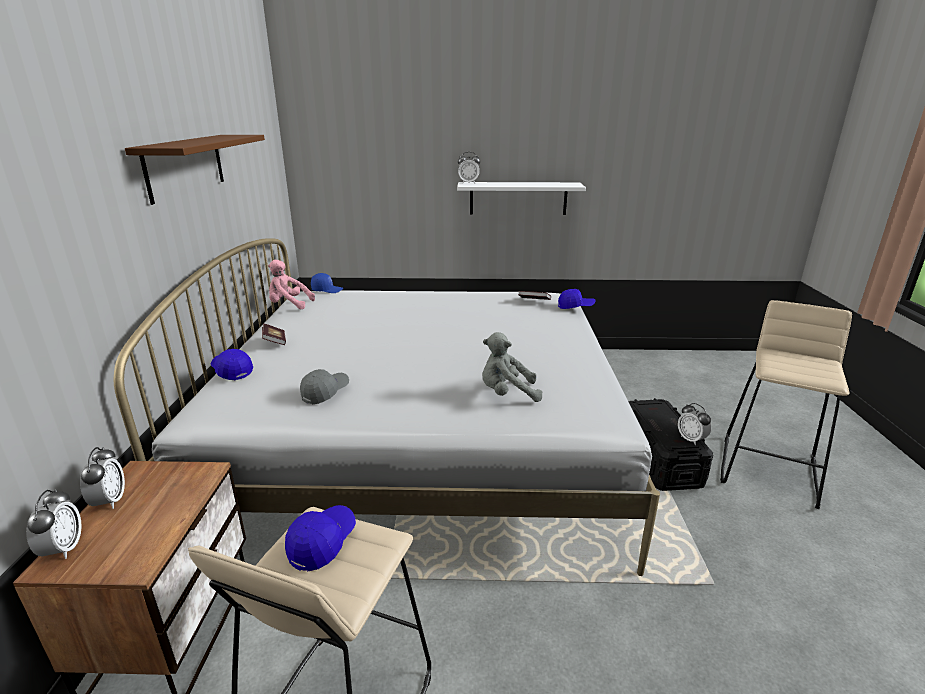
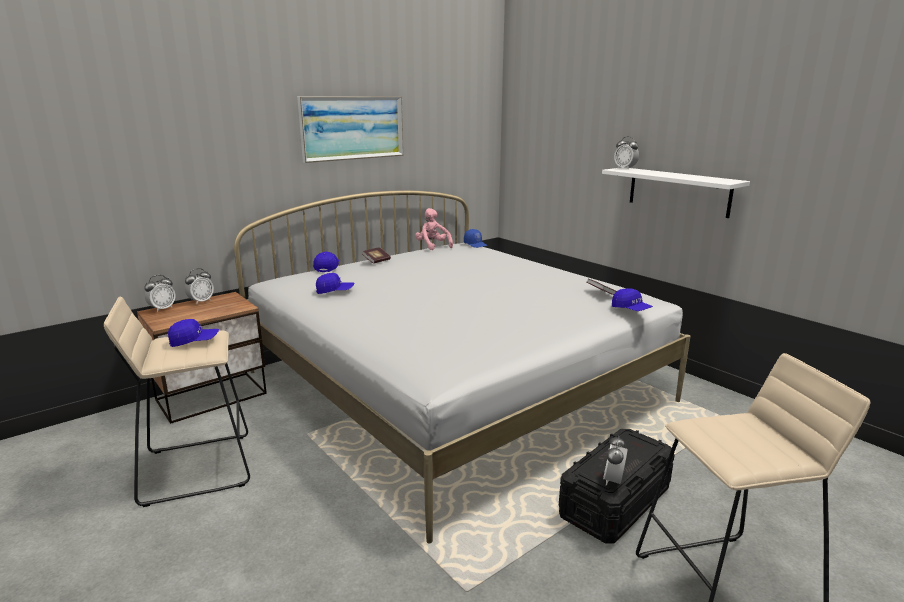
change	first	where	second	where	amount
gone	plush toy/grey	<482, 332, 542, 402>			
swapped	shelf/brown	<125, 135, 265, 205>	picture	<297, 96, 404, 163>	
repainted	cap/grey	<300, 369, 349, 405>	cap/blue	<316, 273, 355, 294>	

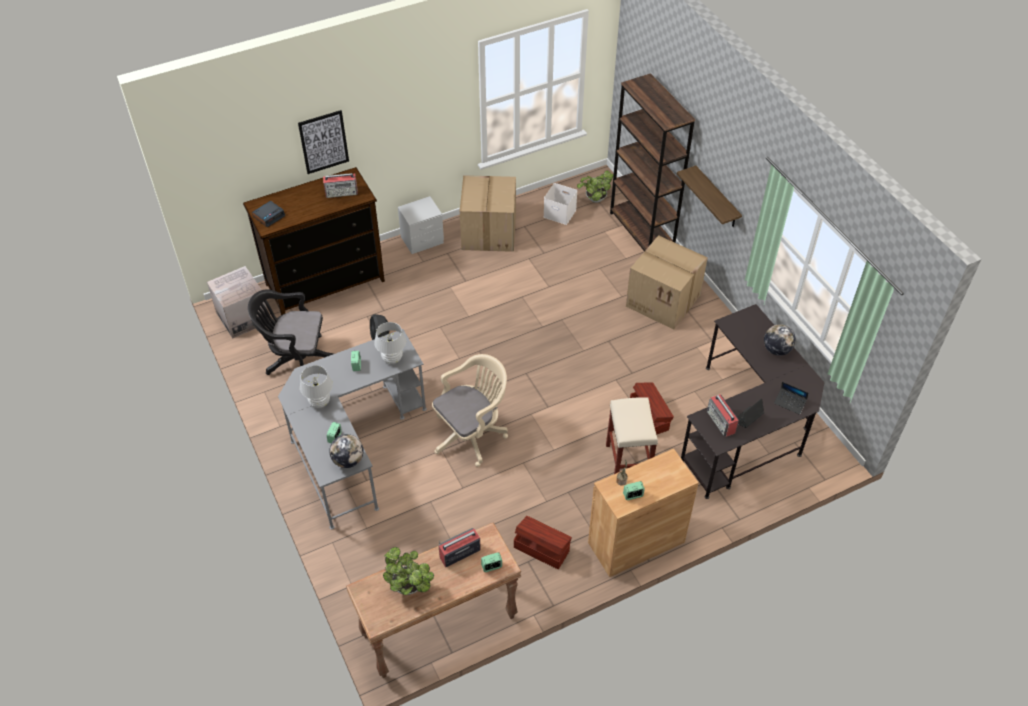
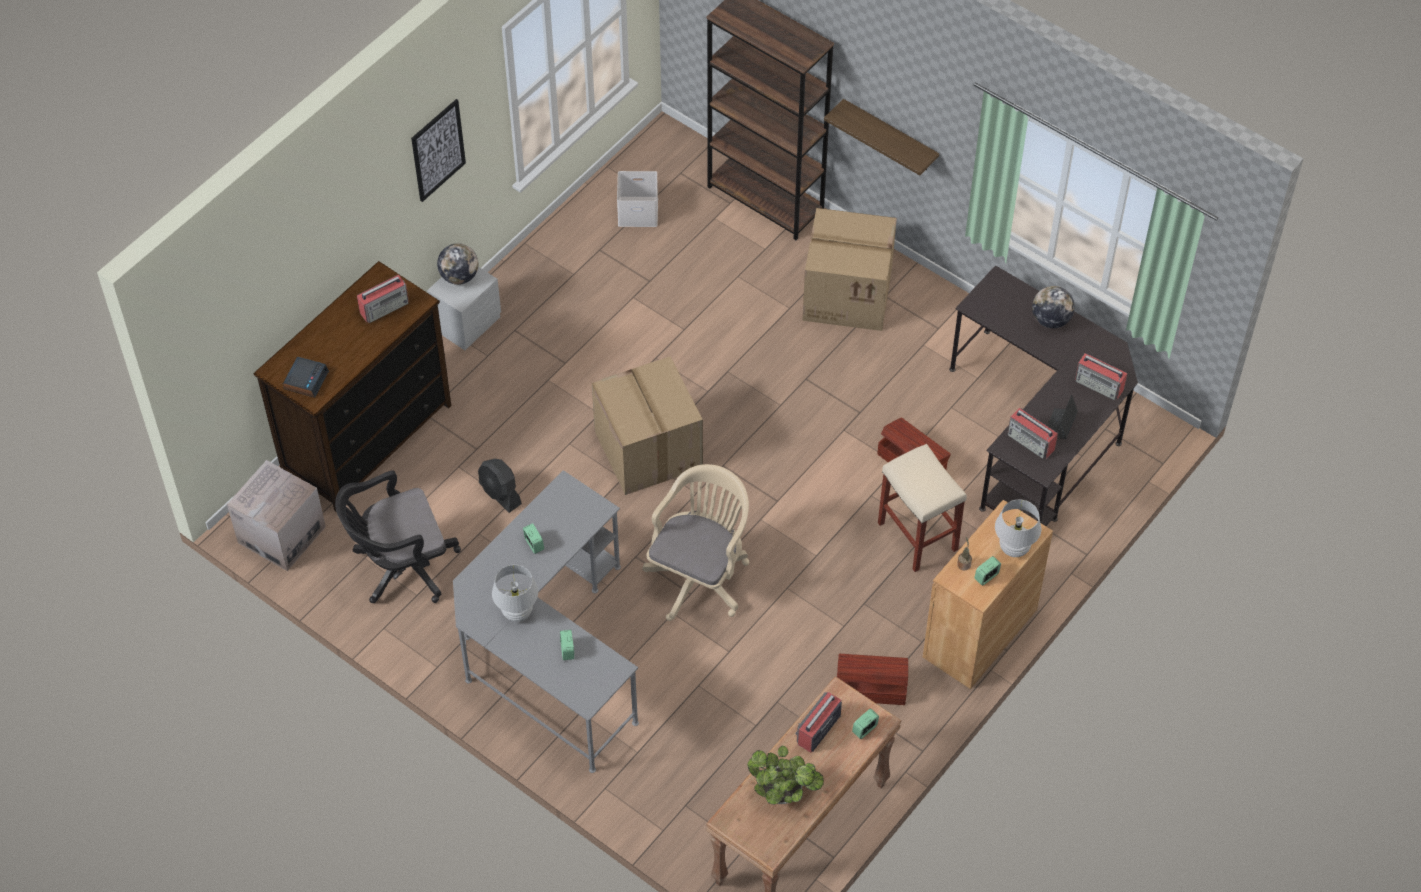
change	first	where	second	where	amount
gone	potted plant	<577, 170, 613, 203>			
shifted	picture	<298, 110, 349, 174>		<411, 99, 466, 202>	
shifted	globe	<329, 434, 363, 468>		<437, 243, 478, 285>	
shifted	table lamp/white	<374, 322, 406, 364>		<995, 500, 1041, 557>	
shifted	cardboard box	<460, 175, 516, 252>		<592, 356, 703, 495>	
swapped	laptop	<774, 382, 808, 415>	radio	<1075, 353, 1127, 400>	

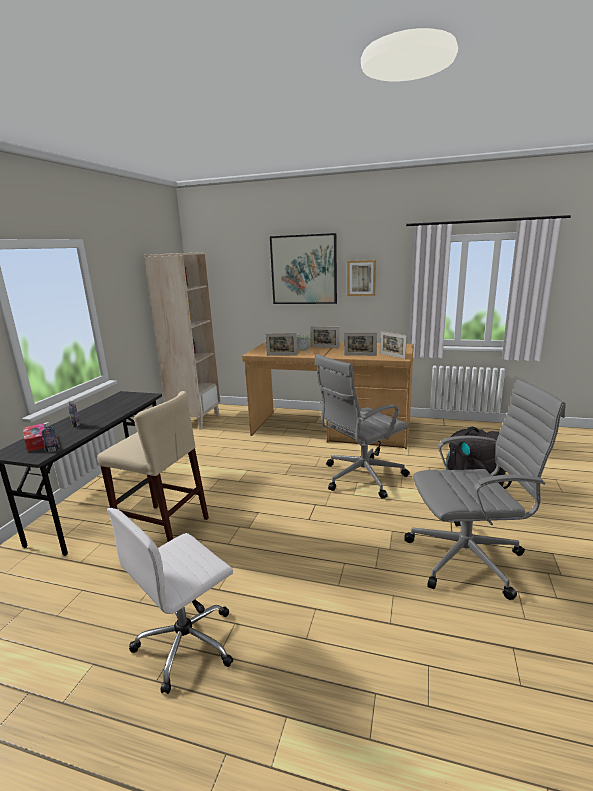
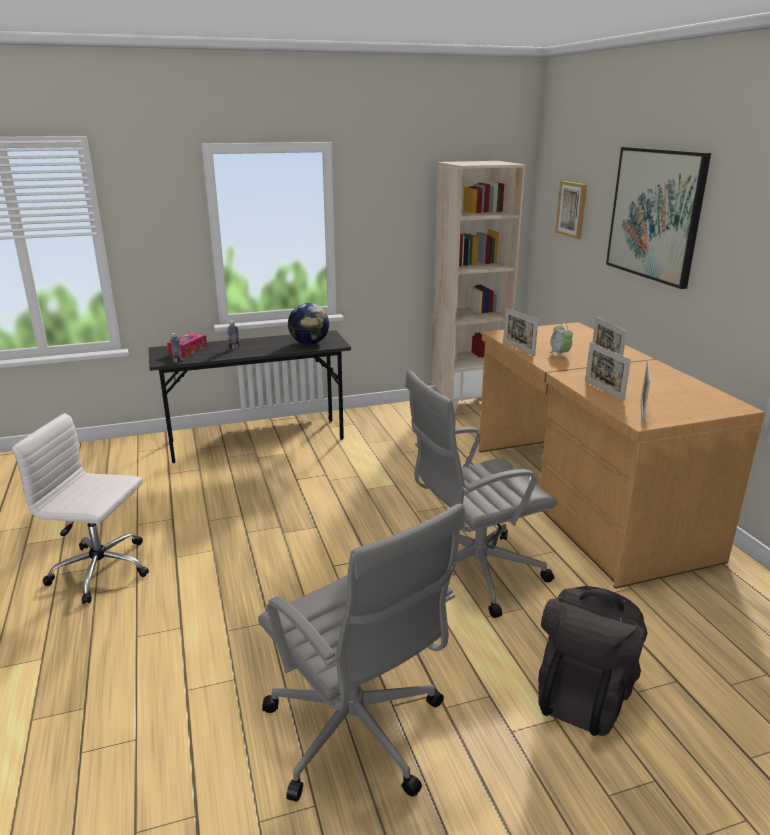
change	first	where	second	where	amount
gone	stool/beige	<97, 391, 209, 542>			
new			globe	<288, 303, 329, 345>	
shifted	picture	<347, 260, 376, 296>		<555, 181, 587, 239>	
rotated	office chair/grey	<314, 354, 410, 499>		<405, 370, 557, 618>	45 degrees counterclockwise

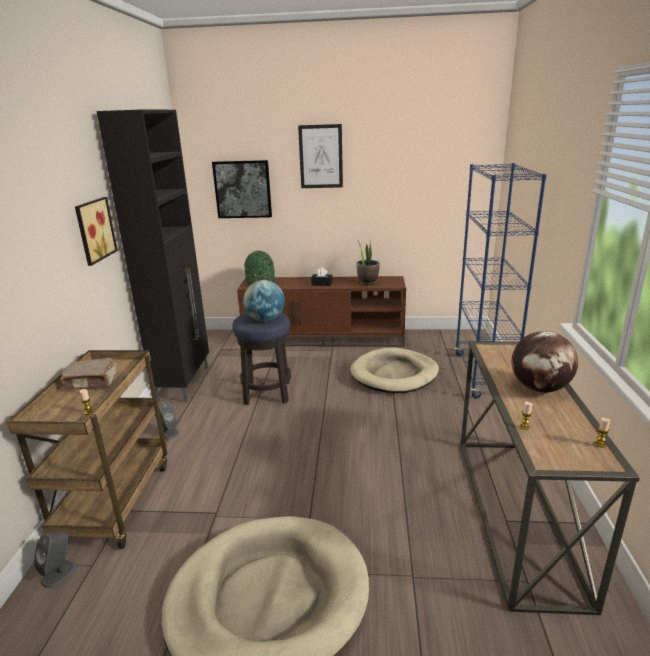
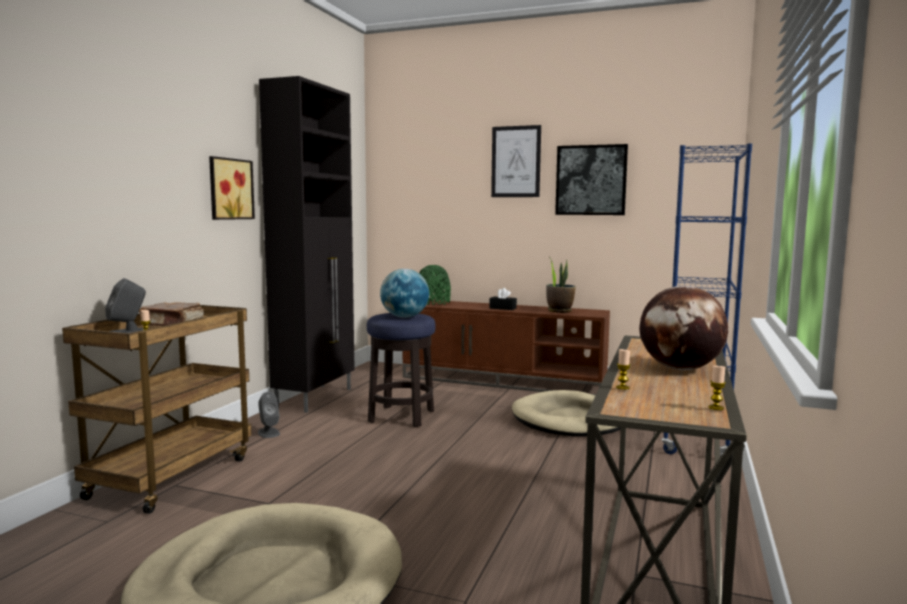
change	first	where	second	where	amount
shifted	speaker/grey	<34, 531, 77, 588>		<105, 278, 146, 333>	
shifted	picture	<212, 160, 272, 218>		<555, 144, 628, 215>	

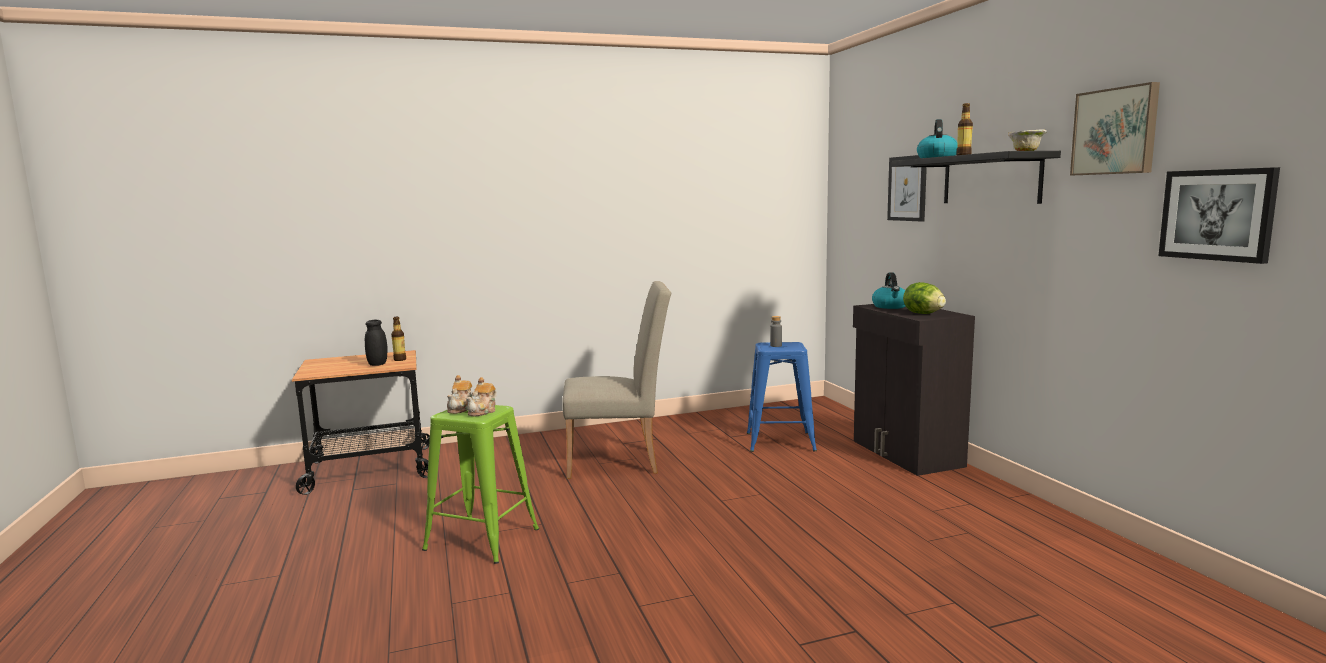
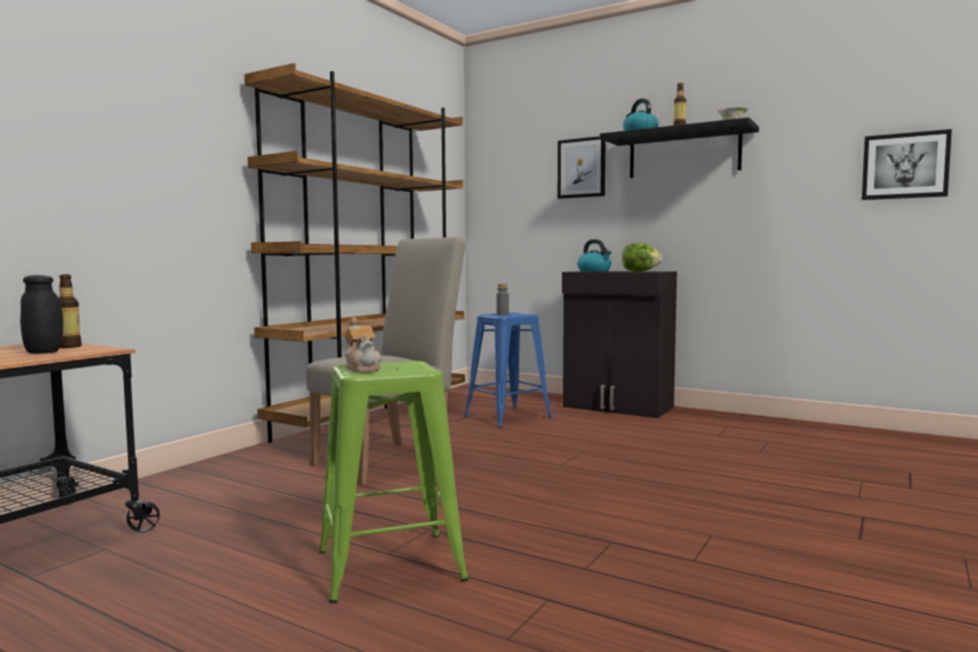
change	first	where	second	where	amount
gone	teapot	<466, 377, 497, 416>			
gone	picture	<1070, 82, 1160, 175>			
new			bookcase/brown	<244, 63, 465, 443>	

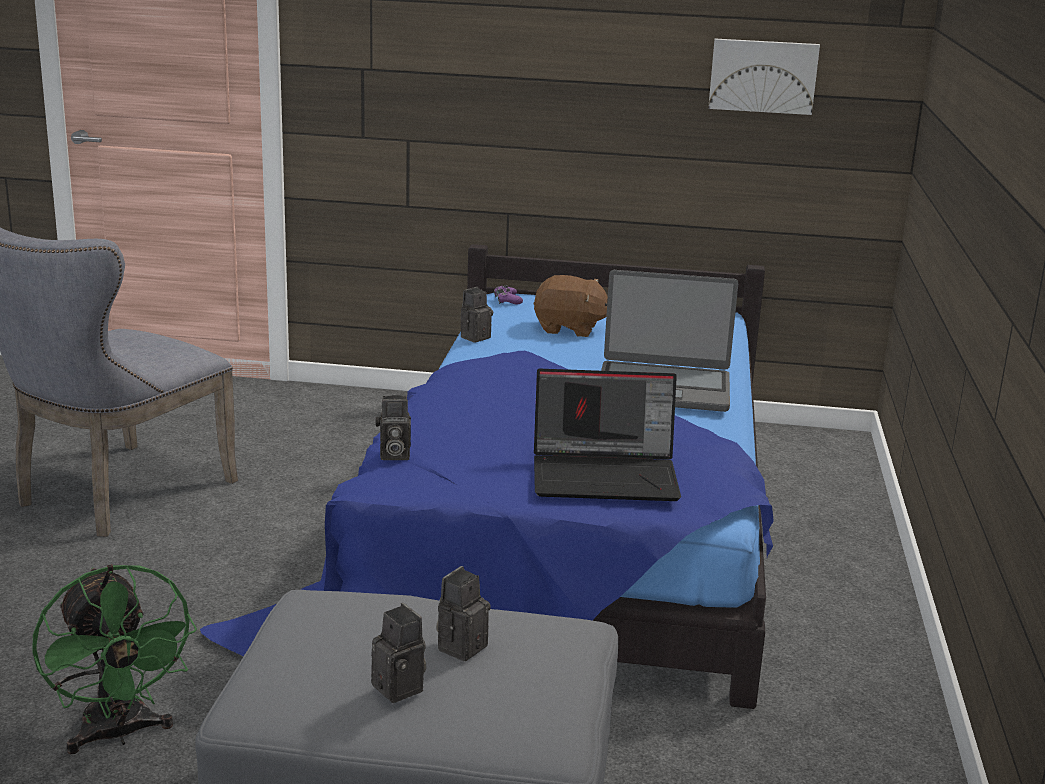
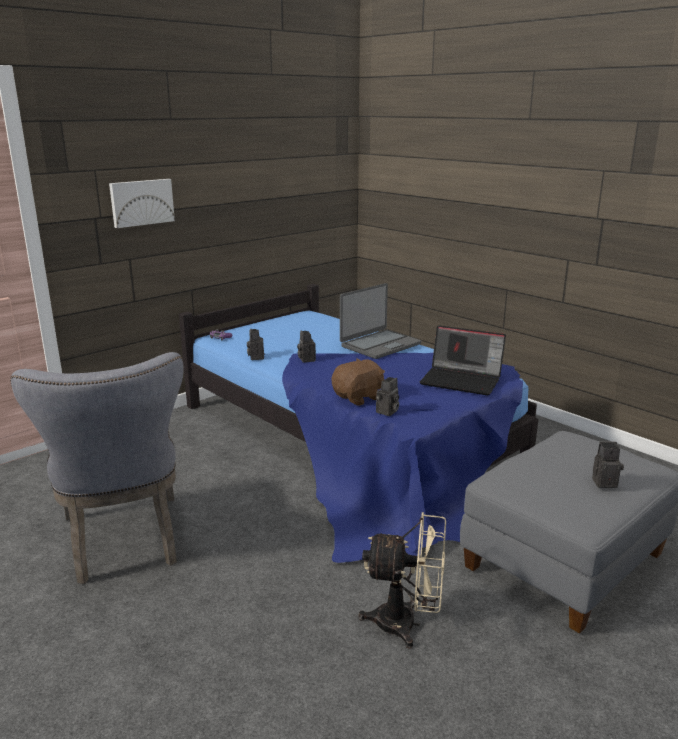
change	first	where	second	where	amount
shifted	photo camera	<436, 566, 490, 661>		<297, 331, 316, 363>	
shifted	plush toy/brown	<534, 275, 608, 337>		<332, 359, 385, 406>	
shifted	picture	<708, 39, 820, 115>		<109, 179, 175, 228>	
repainted	fan/green	<33, 564, 197, 754>	fan/beige	<358, 512, 446, 649>	
rotated	laptop	<534, 369, 681, 501>		<419, 325, 506, 396>	75 degrees clockwise

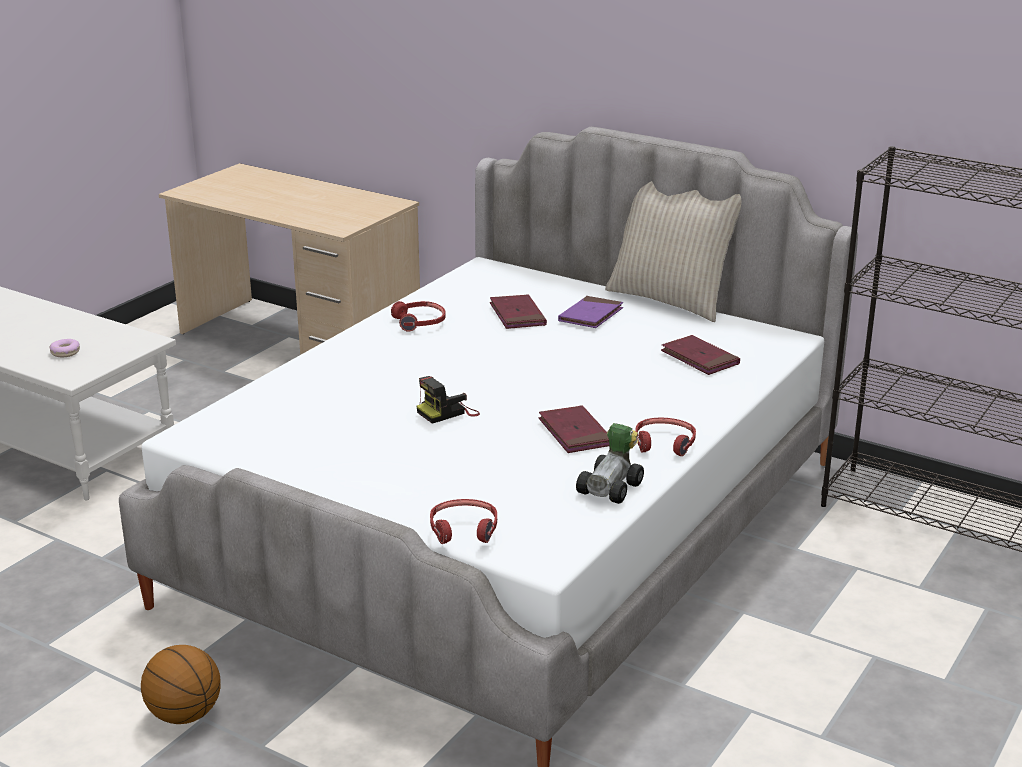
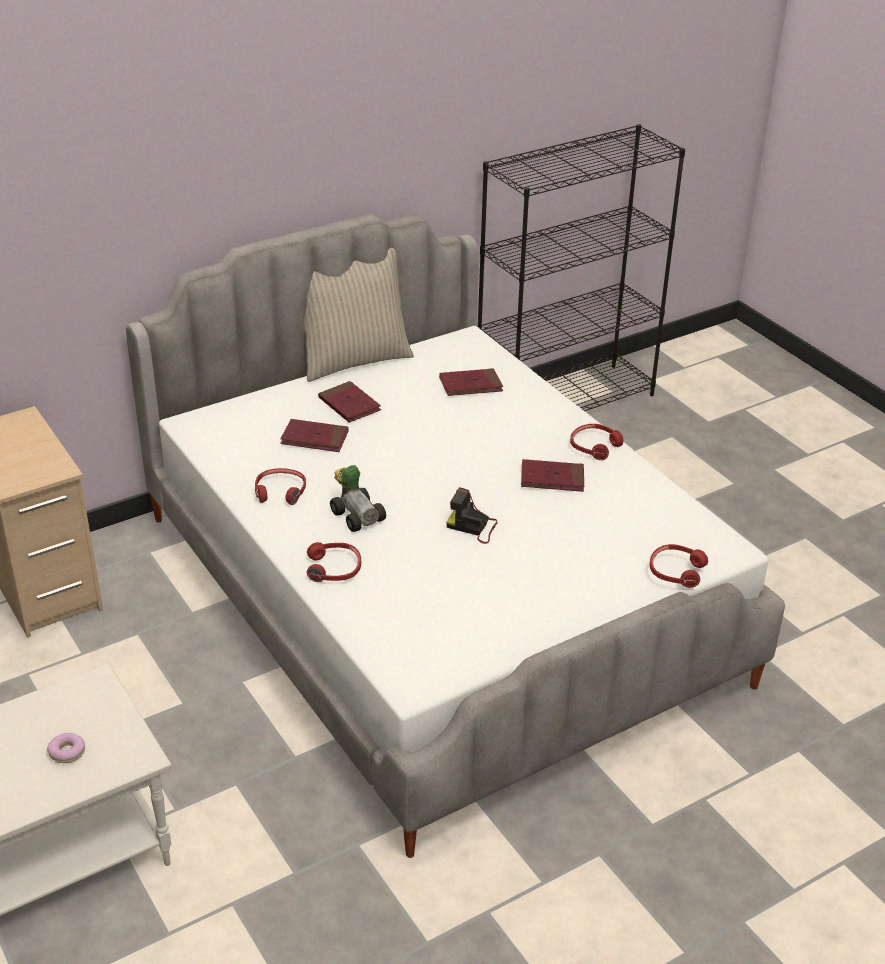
change	first	where	second	where	amount
gone	basketball	<141, 645, 221, 724>			
new			headphones/red	<306, 542, 361, 582>	
shifted	toy car	<576, 423, 644, 504>		<330, 465, 386, 532>	
repainted	book/purple	<558, 296, 623, 328>	book/red	<318, 381, 381, 422>	
rotated	photo camera	<416, 376, 480, 424>		<446, 487, 498, 544>	120 degrees clockwise

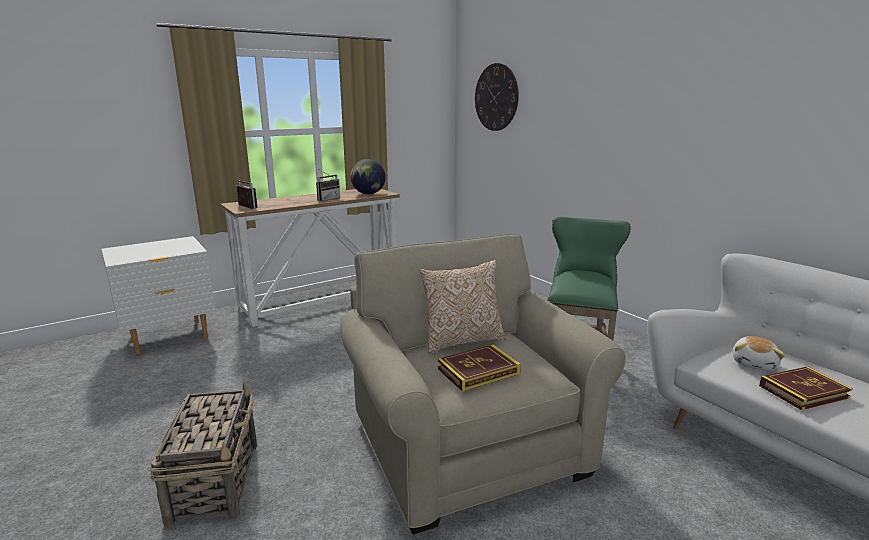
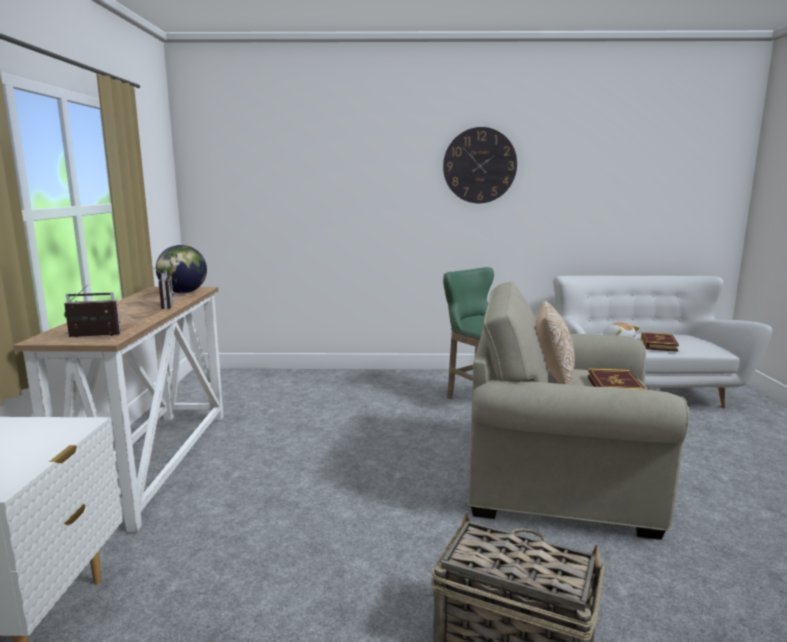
change	first	where	second	where	amount
shifted	wall clock	<475, 63, 519, 131>		<443, 127, 517, 203>	

